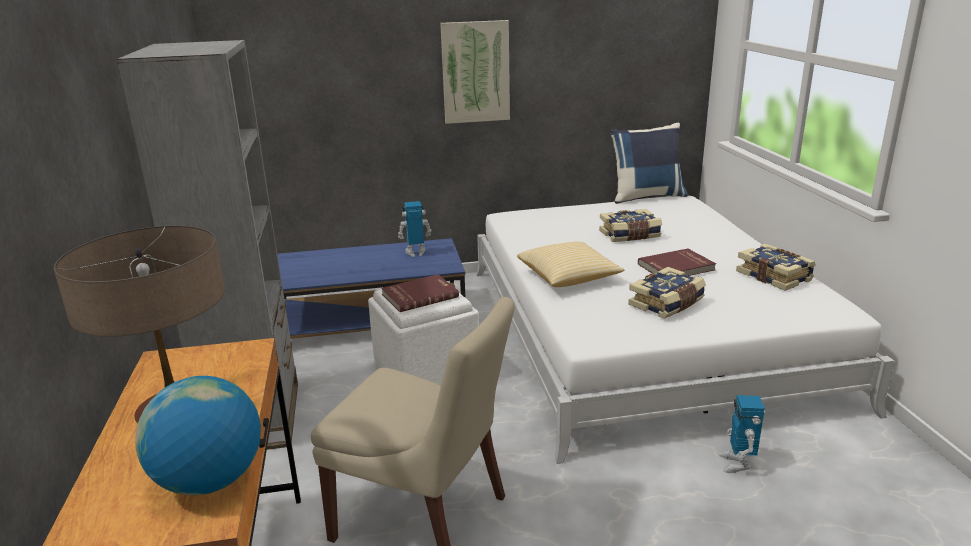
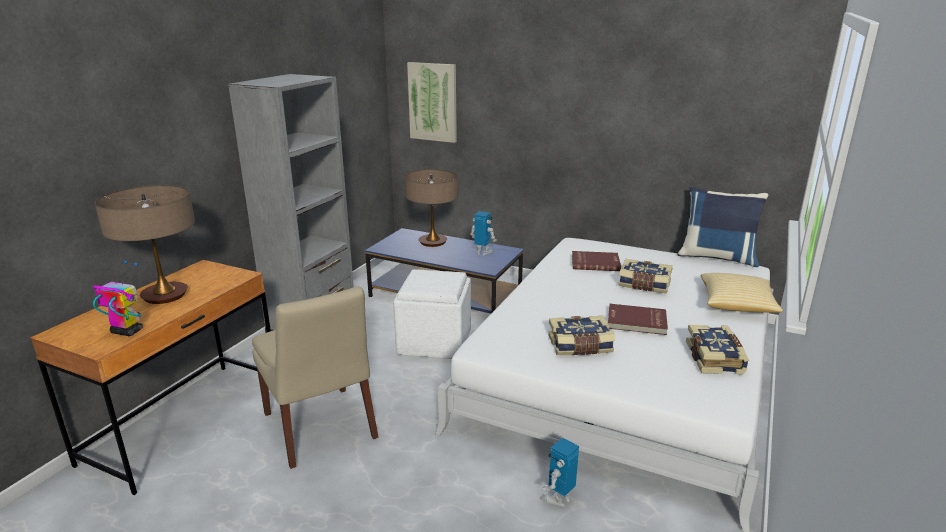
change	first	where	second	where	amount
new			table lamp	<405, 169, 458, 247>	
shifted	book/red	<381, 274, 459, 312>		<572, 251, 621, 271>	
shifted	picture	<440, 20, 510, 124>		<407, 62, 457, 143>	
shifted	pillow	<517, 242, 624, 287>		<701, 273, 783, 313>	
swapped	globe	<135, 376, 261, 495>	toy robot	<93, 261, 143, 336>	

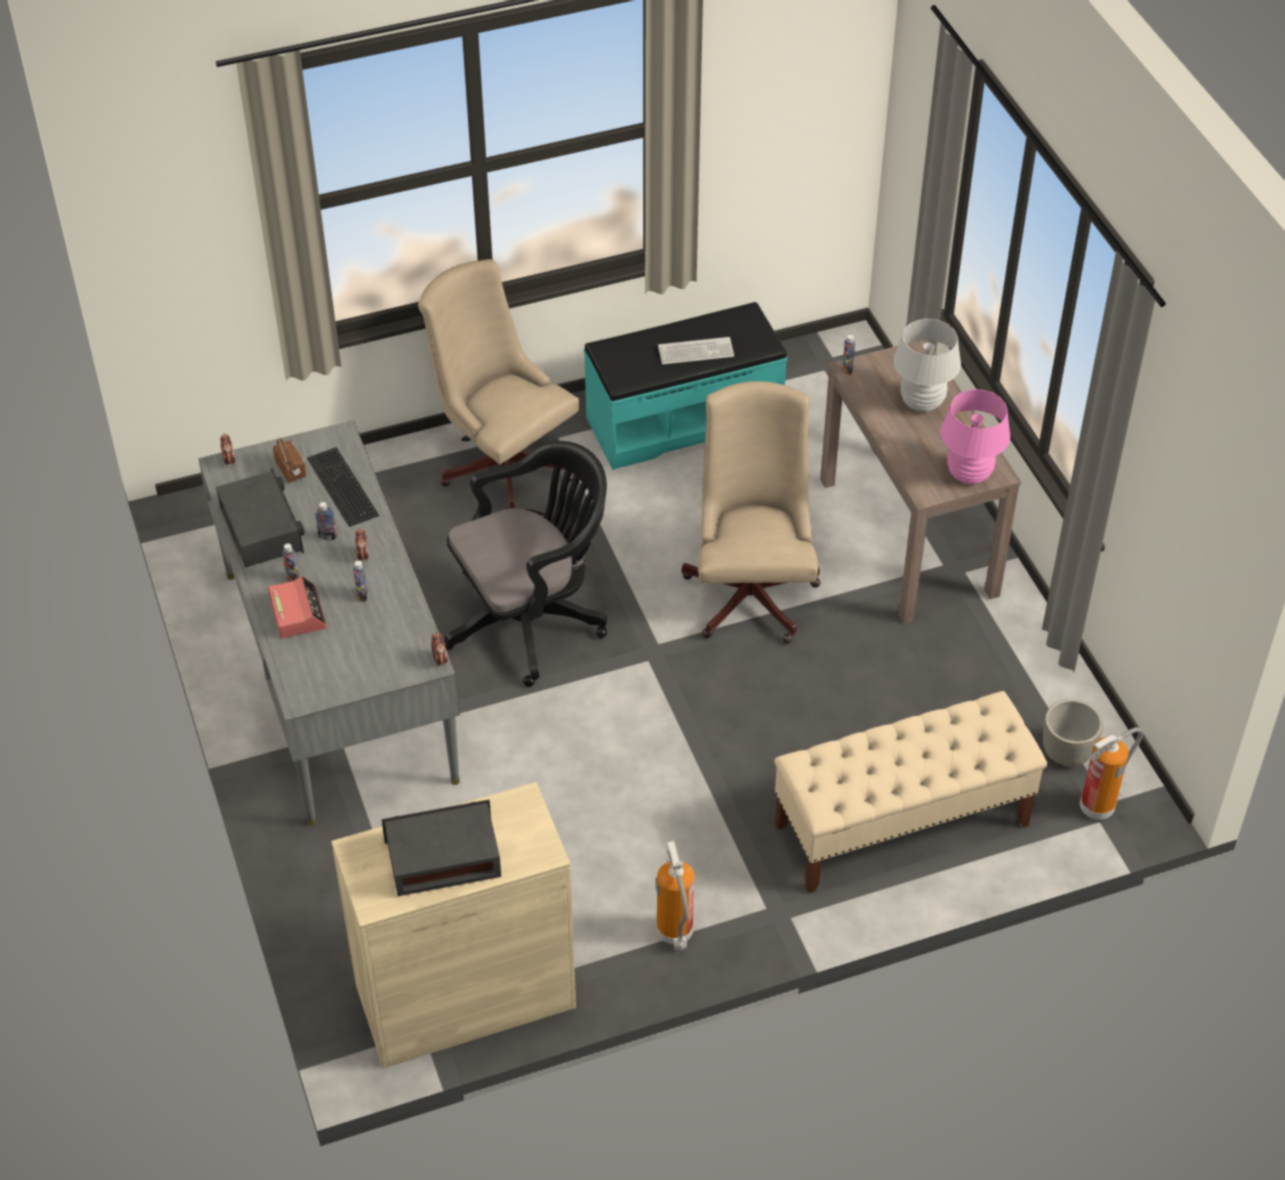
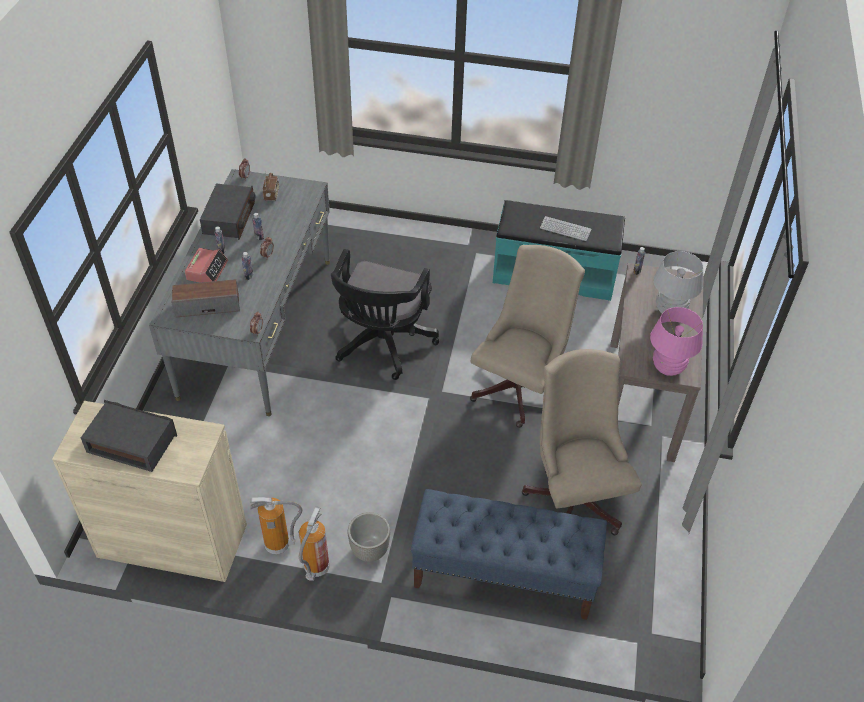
change	first	where	second	where	amount
gone	keyboard	<307, 447, 379, 527>			
new			speaker	<171, 279, 240, 318>	
shifted	office chair/beige	<418, 259, 579, 509>		<522, 349, 642, 535>	
shifted	planter/grey	<1043, 699, 1103, 766>		<348, 512, 390, 562>	
shifted	fire extinguisher	<1080, 727, 1143, 820>		<250, 497, 302, 554>	
repainted	bench/beige	<774, 691, 1047, 893>	bench/blue	<411, 489, 607, 620>	
rotated	office chair/black	<444, 441, 607, 687>		<331, 249, 439, 380>	105 degrees clockwise

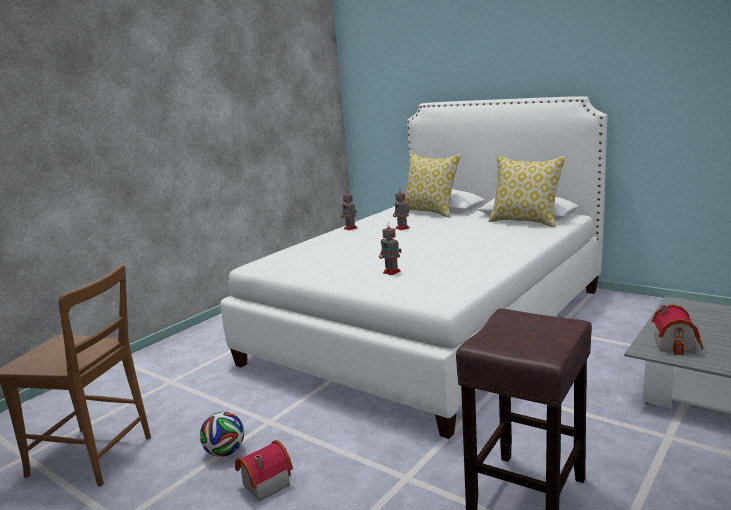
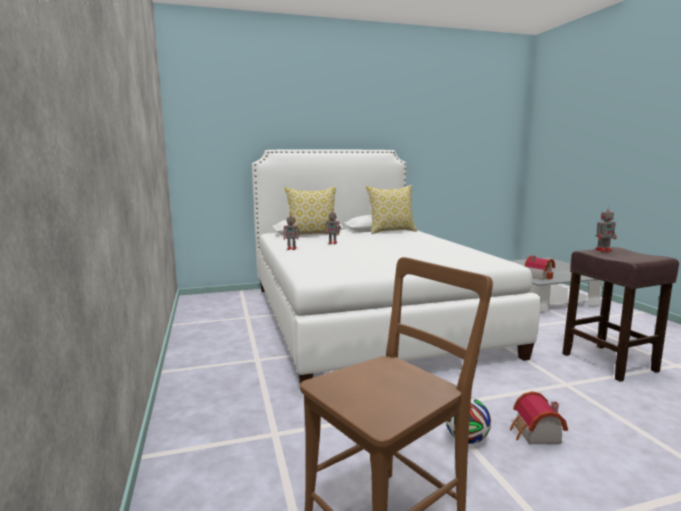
change	first	where	second	where	amount
shifted	toy robot	<379, 223, 402, 275>		<595, 206, 617, 252>	

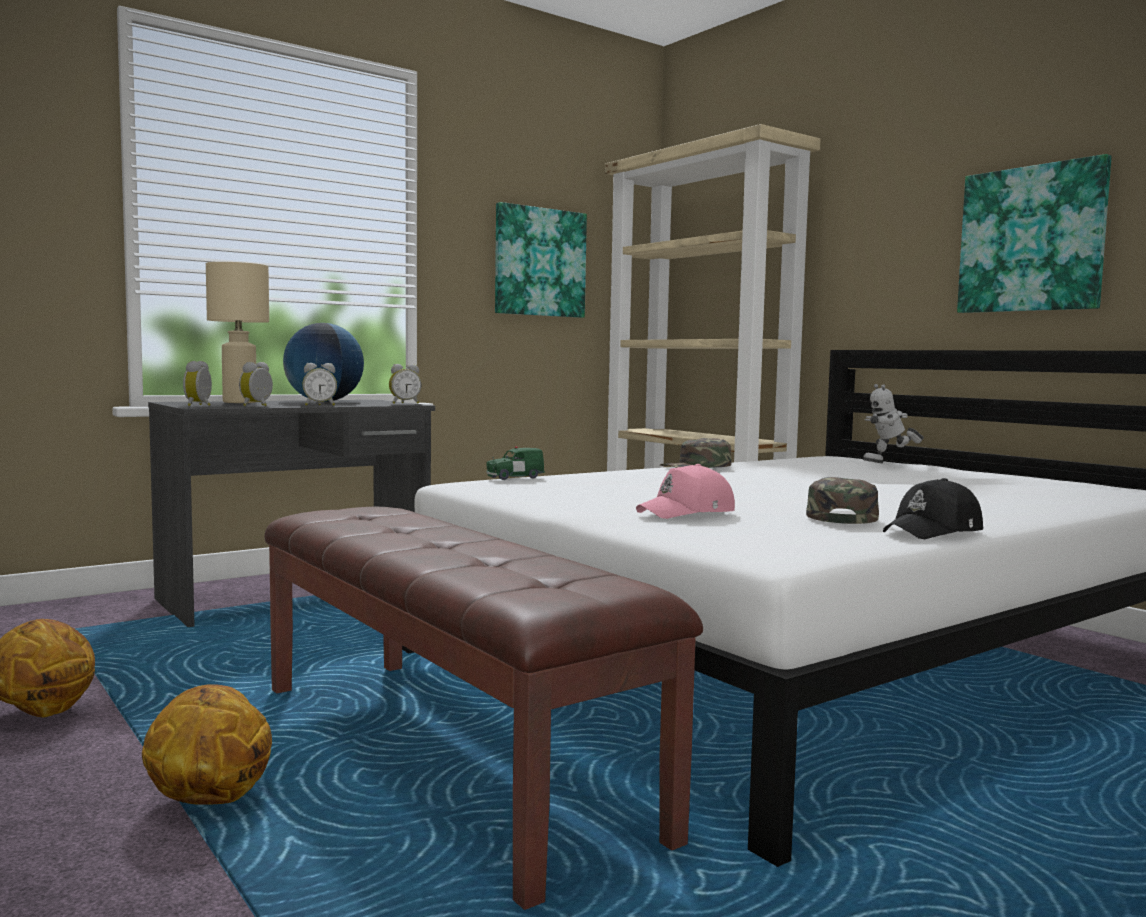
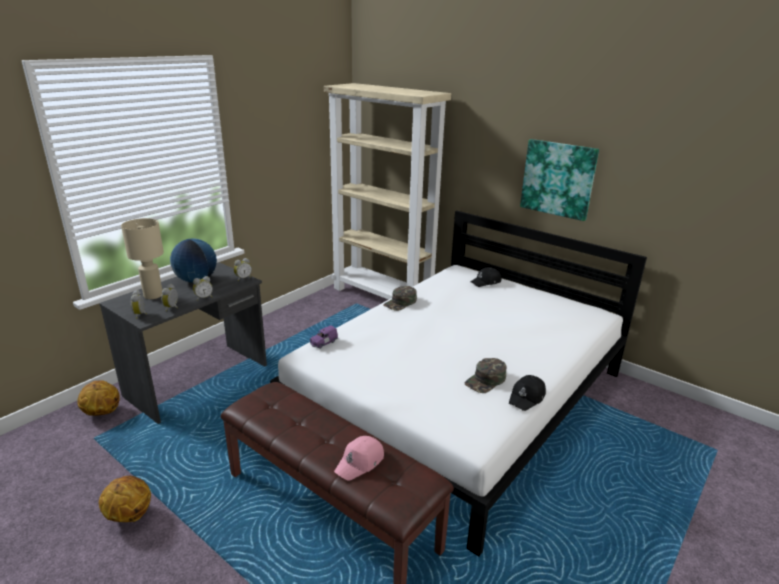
change	first	where	second	where	amount
gone	picture	<495, 202, 587, 318>			
shifted	basketball	<142, 684, 272, 805>		<78, 381, 120, 416>	
shifted	cap/pink	<636, 464, 735, 519>		<334, 436, 384, 481>	
swapped	toy robot	<863, 384, 924, 463>	cap/black	<471, 267, 501, 287>	
repainted	toy car/green	<486, 446, 545, 480>	toy car/purple	<310, 325, 338, 349>	
rotated	cap/green	<806, 477, 879, 524>		<465, 358, 507, 393>	135 degrees counterclockwise

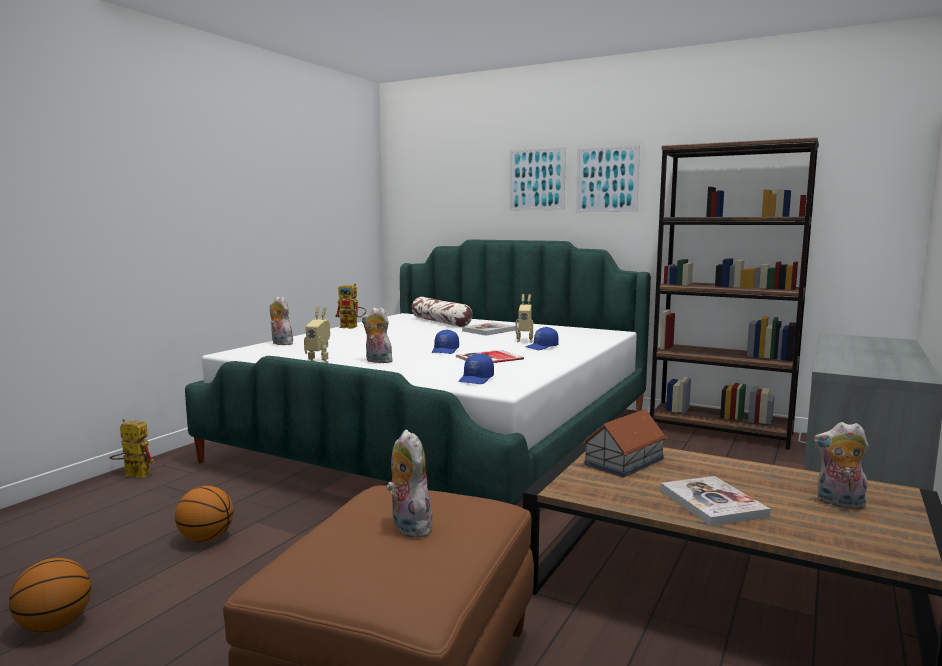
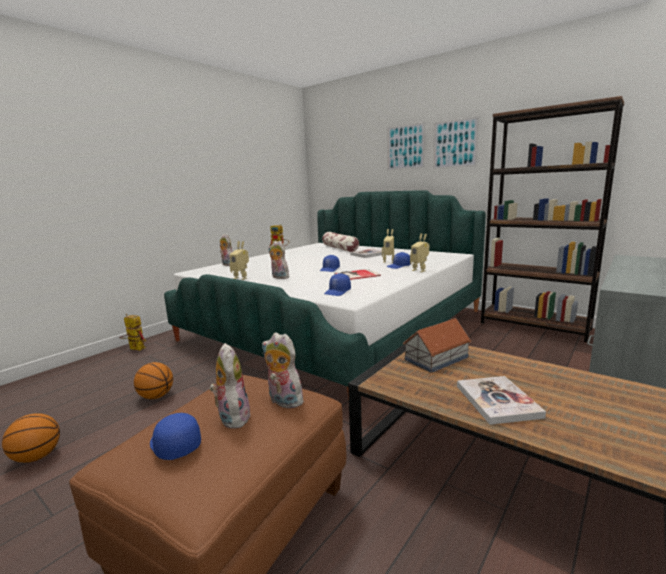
change	first	where	second	where	amount
new			cap/blue	<150, 413, 201, 460>	
new			toy robot	<410, 233, 429, 272>	
shifted	plush toy	<814, 422, 869, 509>		<262, 332, 305, 408>	

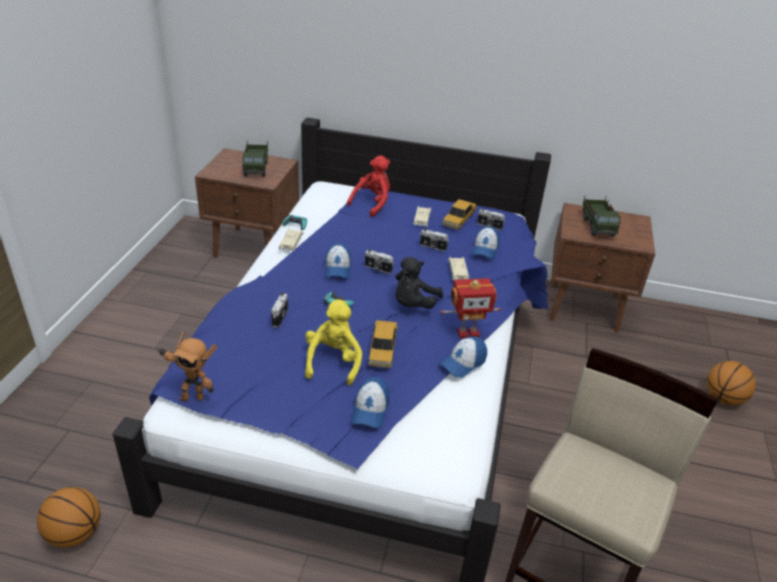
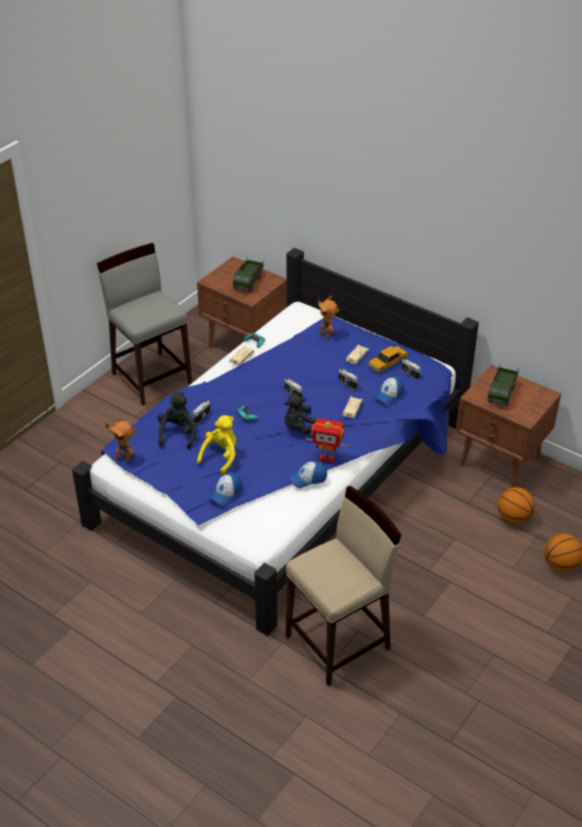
change	first	where	second	where	amount
gone	cap	<325, 243, 351, 278>			
gone	toy car	<368, 320, 398, 368>			
new			stool/grey	<97, 243, 192, 406>	
new			plush toy/black	<157, 392, 196, 449>	
shifted	basketball	<37, 487, 100, 548>		<498, 487, 535, 524>	
swapped	plush toy/red	<347, 155, 390, 217>	toy robot	<317, 295, 340, 338>	

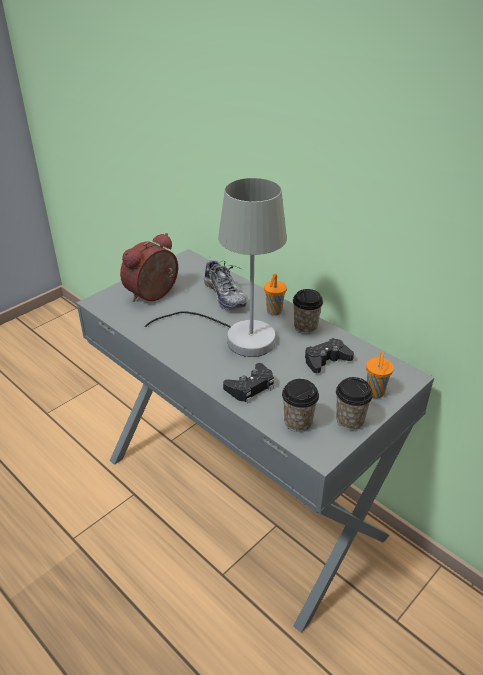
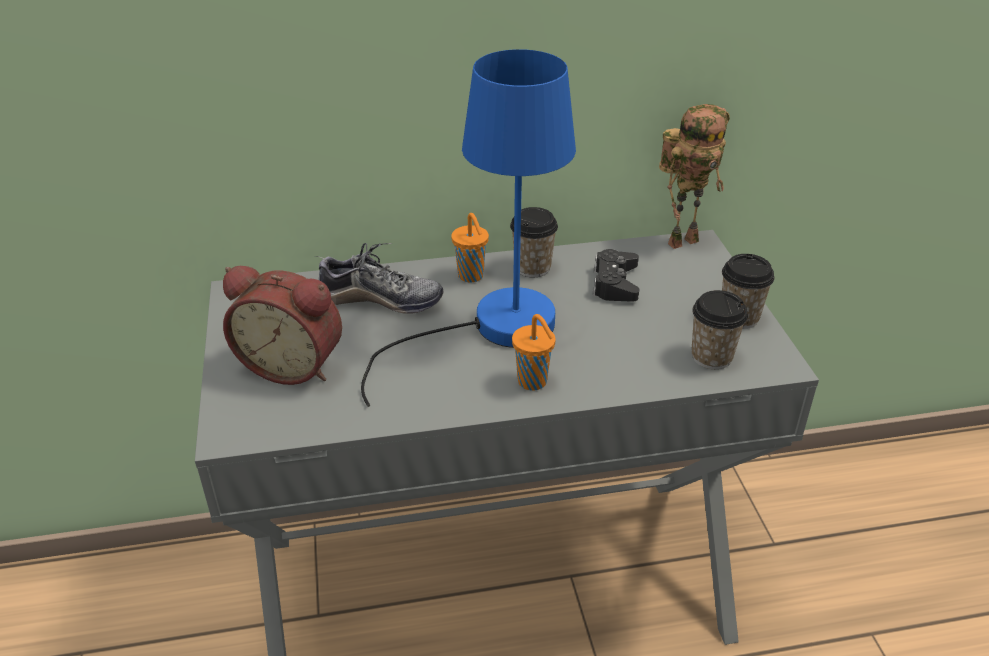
change	first	where	second	where	amount
gone	game controller/black	<223, 363, 274, 404>			
new			toy robot	<659, 104, 730, 249>	
shifted	cup/orange	<366, 352, 394, 398>		<512, 314, 555, 391>	
repainted	table lamp/grey	<144, 178, 287, 357>	table lamp/blue	<361, 49, 576, 407>	
rotated	alarm clock	<120, 233, 178, 302>		<223, 266, 342, 385>	60 degrees counterclockwise

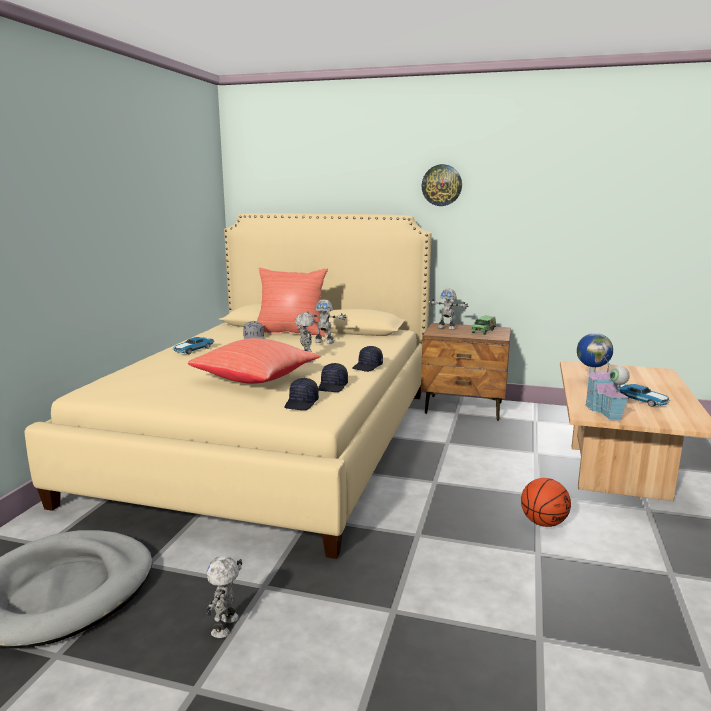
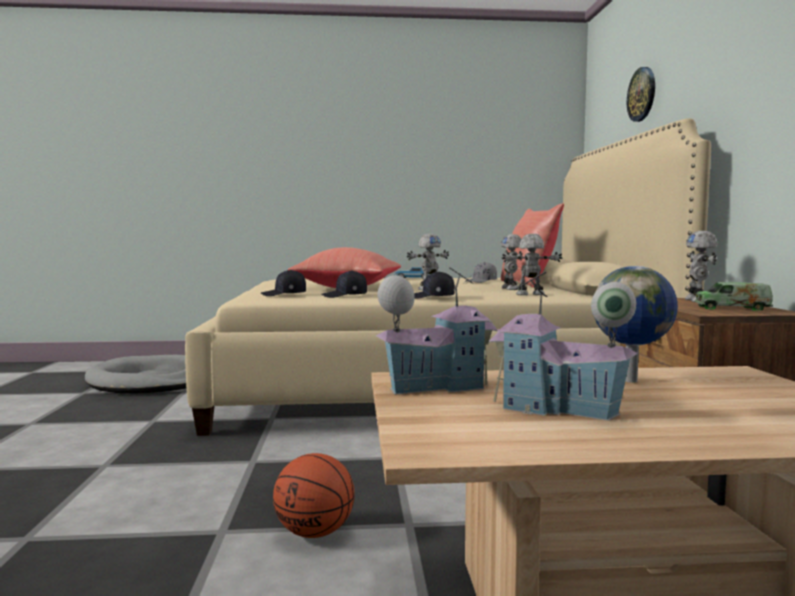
change	first	where	second	where	amount
shifted	toy robot	<206, 556, 242, 638>		<502, 234, 562, 295>	
shifted	wall clock	<421, 164, 462, 206>		<627, 67, 655, 122>	
swapped	toy car	<617, 384, 670, 407>	toy house	<488, 271, 638, 421>	

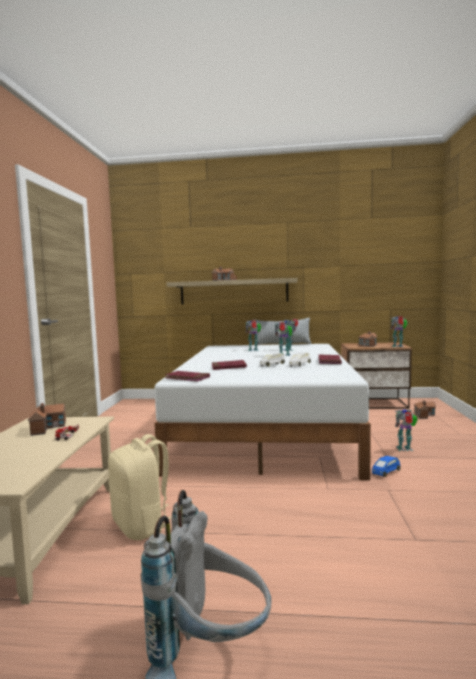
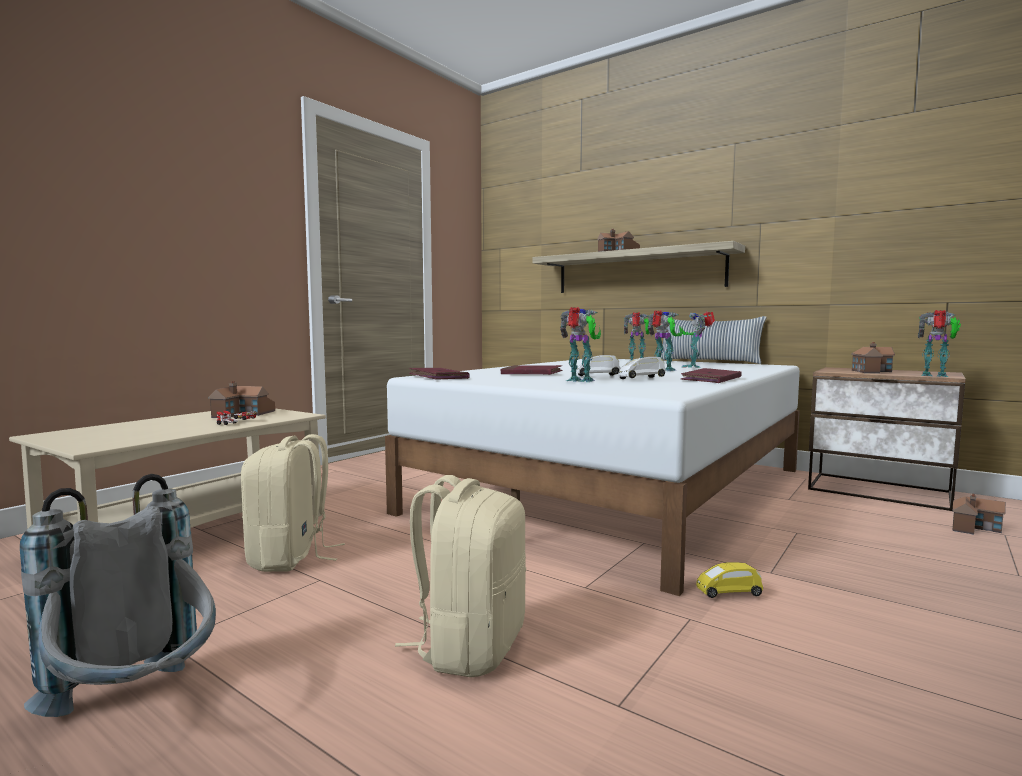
change	first	where	second	where	amount
new			backpack/beige	<395, 475, 526, 677>	
shifted	toy robot	<395, 409, 418, 451>		<560, 307, 601, 382>	
repainted	toy car/blue	<372, 456, 401, 477>	toy car/yellow	<696, 562, 763, 598>	

